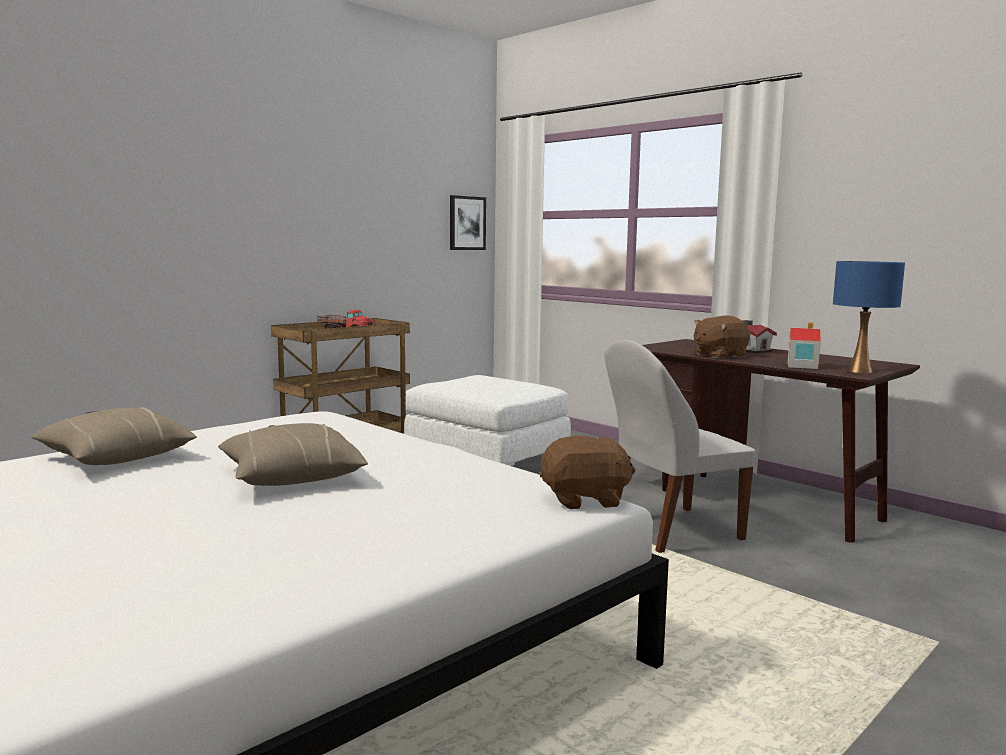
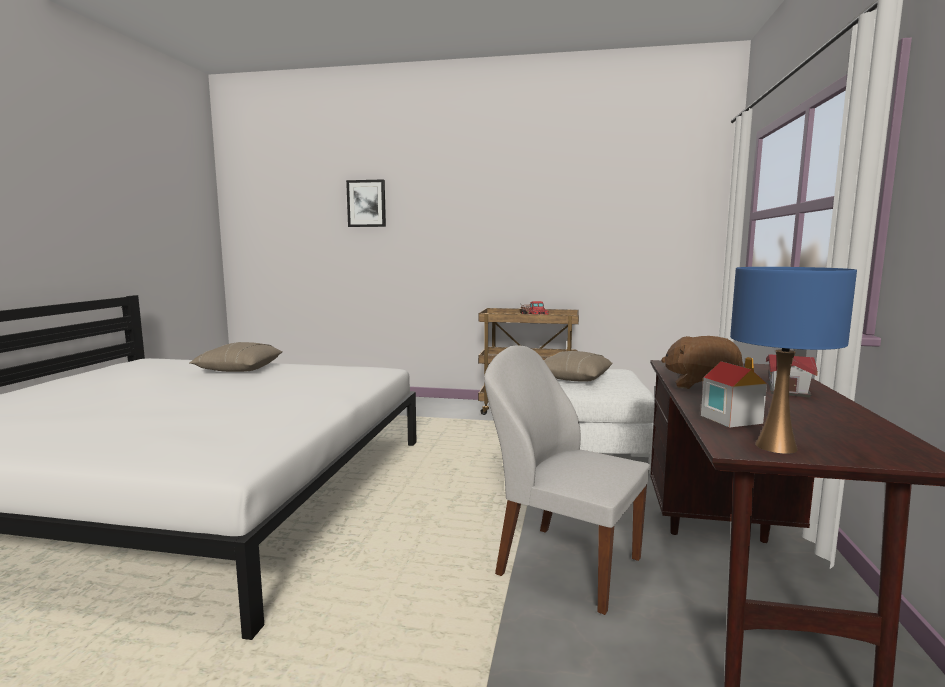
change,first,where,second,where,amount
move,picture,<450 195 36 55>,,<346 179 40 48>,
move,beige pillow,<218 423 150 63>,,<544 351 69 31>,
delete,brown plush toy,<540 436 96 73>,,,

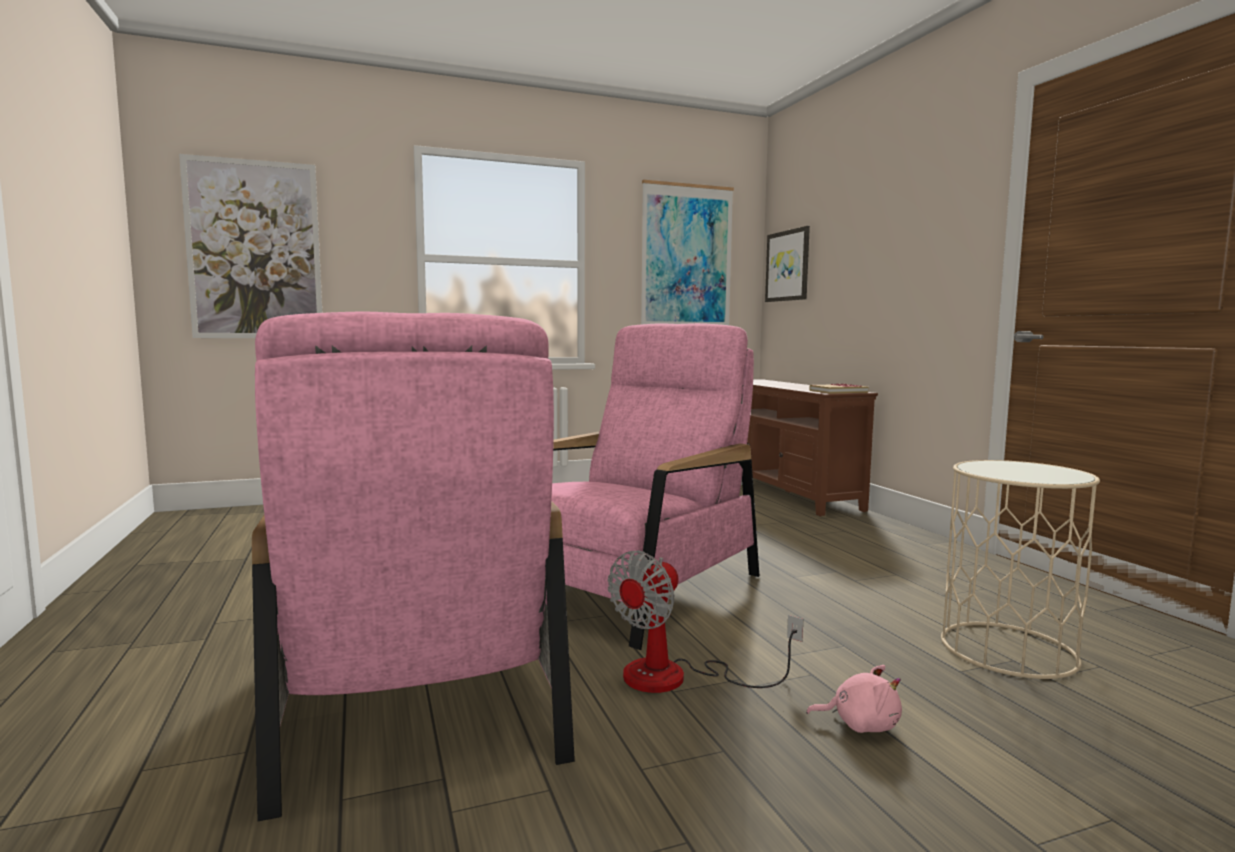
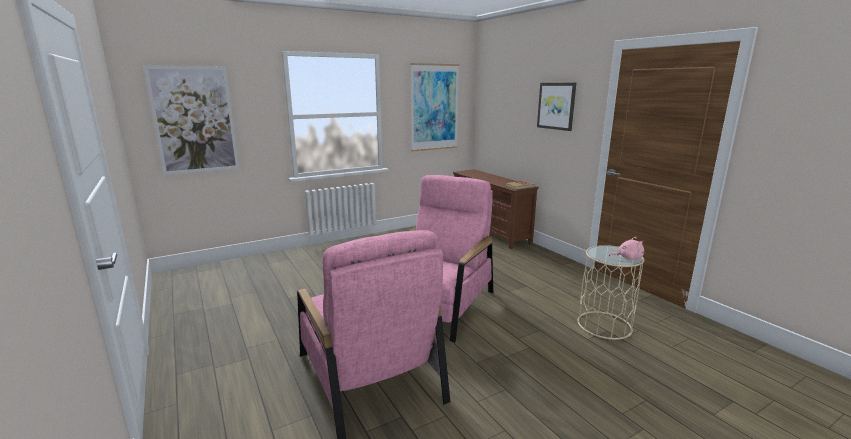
change,first,where,second,where,amount
move,picture,<765 226 45 76>,,<537 83 39 48>,
move,pink plush toy,<806 665 96 68>,,<609 237 35 23>,
delete,fan,<608 550 195 143>,,,

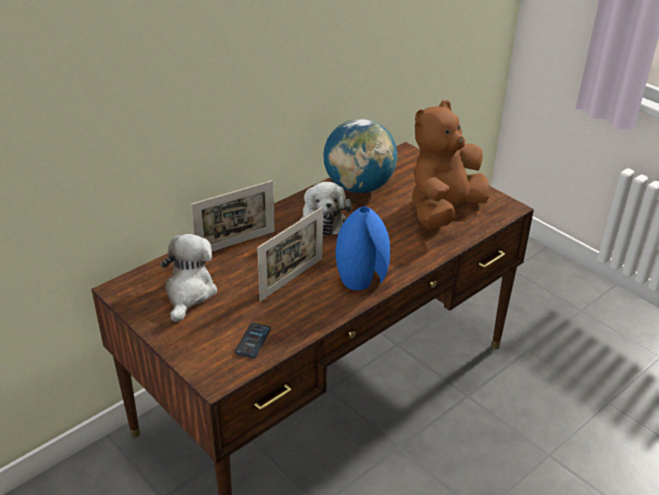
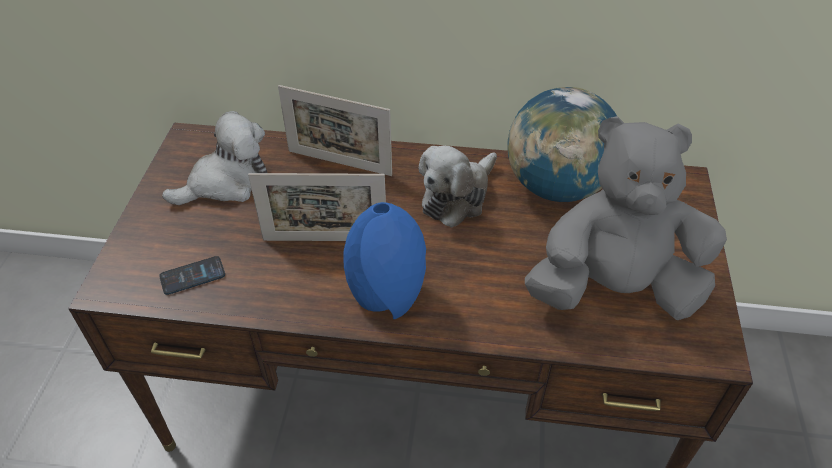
change,first,where,second,where,amount
recolor,brown plush toy,<412 100 78 129>,grey plush toy,<525 116 202 204>,

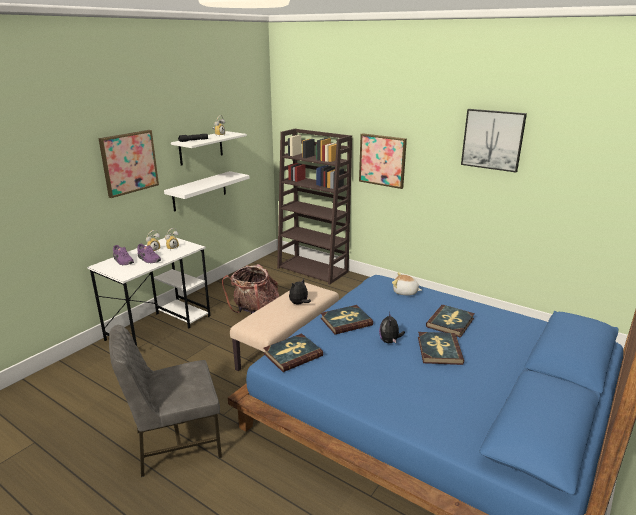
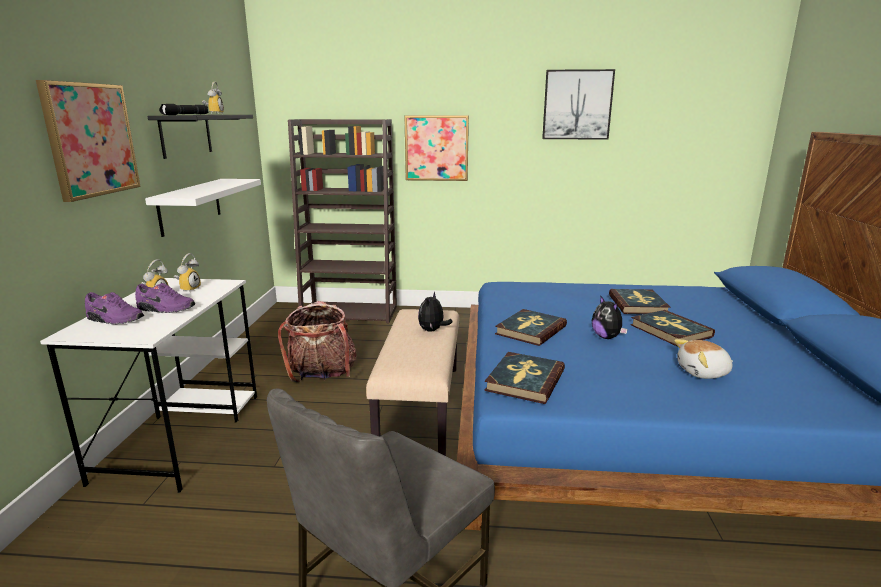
change,first,where,second,where,amount
recolor,white shelf,<171 131 76 35>,black shelf,<147 115 106 44>,
move,plush toy,<392 273 30 22>,,<674 339 59 40>,

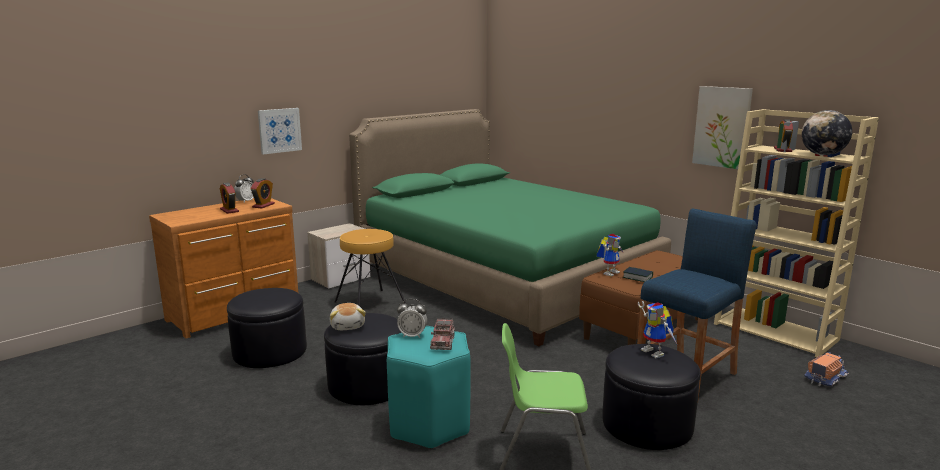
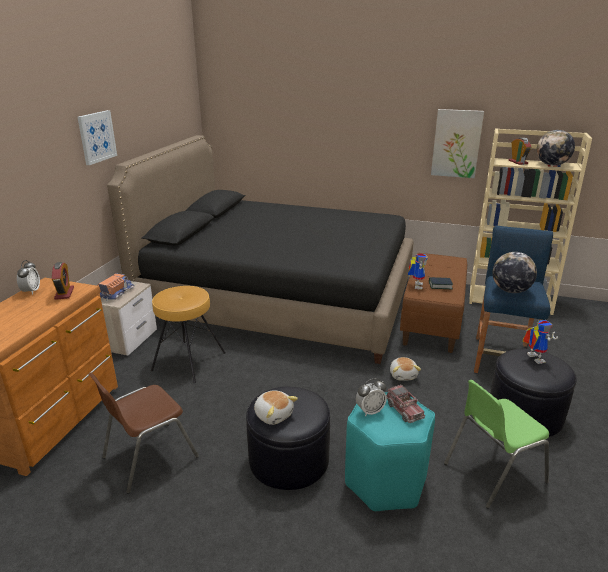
change,first,where,second,where,amount
move,picture,<258 108 44 46>,,<77 110 40 55>,
replace,black ottoman,<227 288 80 80>,brown chair,<88 373 111 121>,
move,toy truck,<804 352 45 35>,,<97 273 38 28>,
recolor,green bed,<349 109 322 237>,black bed,<107 135 307 229>,
insert,,,plush toy,<390 357 31 24>,
insert,,,globe,<493 252 44 41>,
rotate,toy robot,<638 301 39 57>,,<522 320 36 44>,135 degrees counterclockwise
delete,alarm clock,<220 183 19 31>,,,

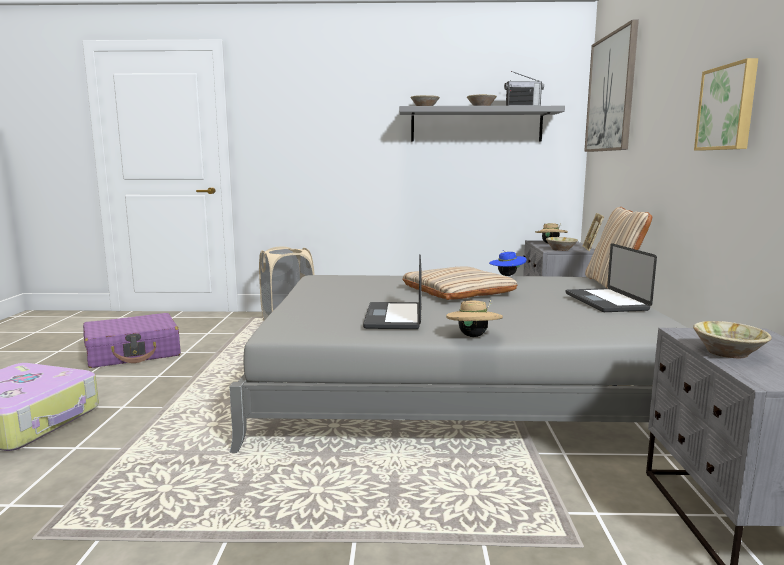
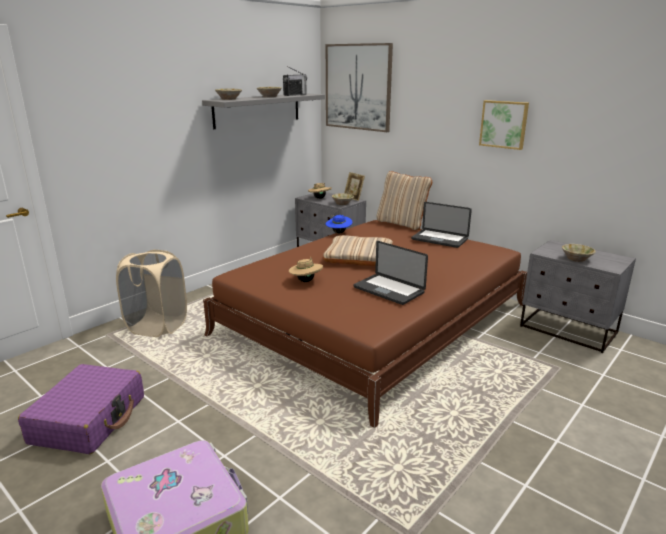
change,first,where,second,where,amount
recolor,grey bed,<229 275 458 178>,brown bed,<203 220 324 208>,
move,beige hat,<446 300 57 37>,,<289 258 34 24>,

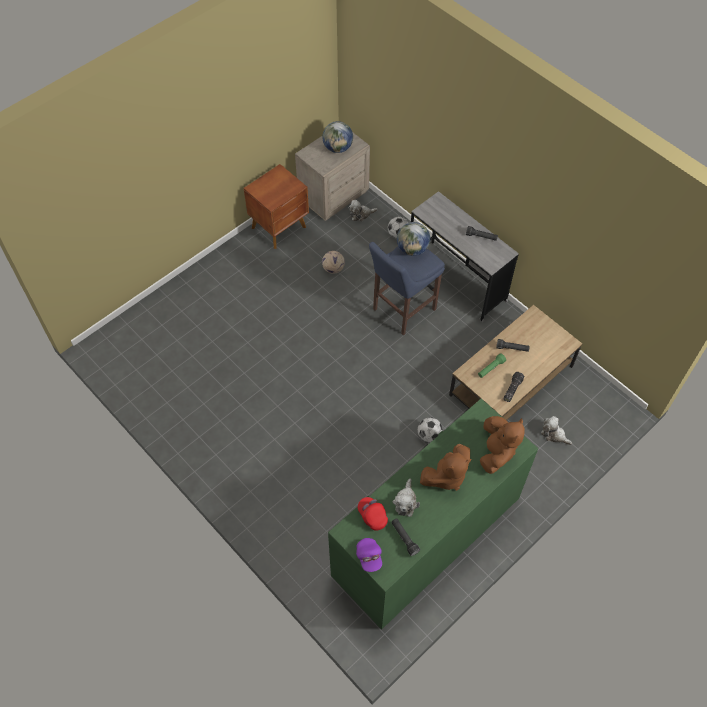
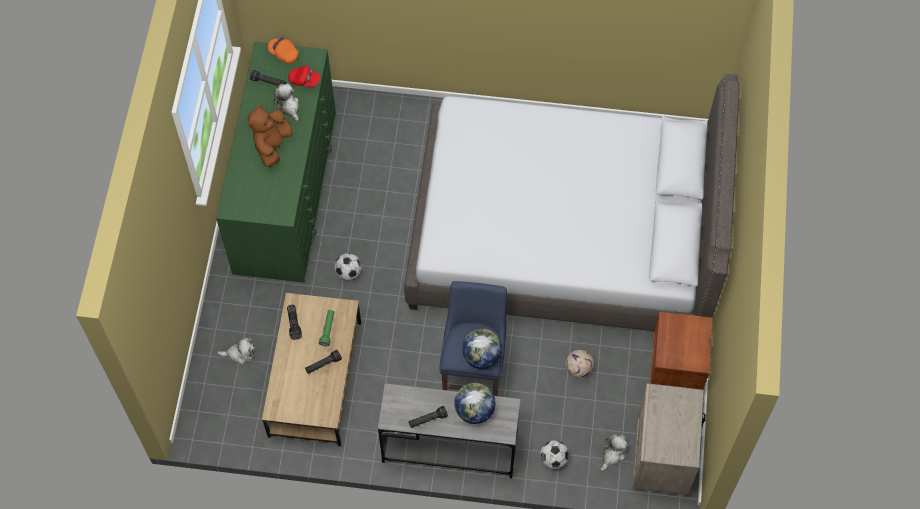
change,first,where,second,where,amount
recolor,purple cap,<356 538 26 34>,orange cap,<268 36 31 28>,
insert,,,grey bed,<404 74 336 257>,
move,globe,<322 121 31 32>,,<454 383 42 41>,
delete,brown plush toy,<480 416 45 58>,,,

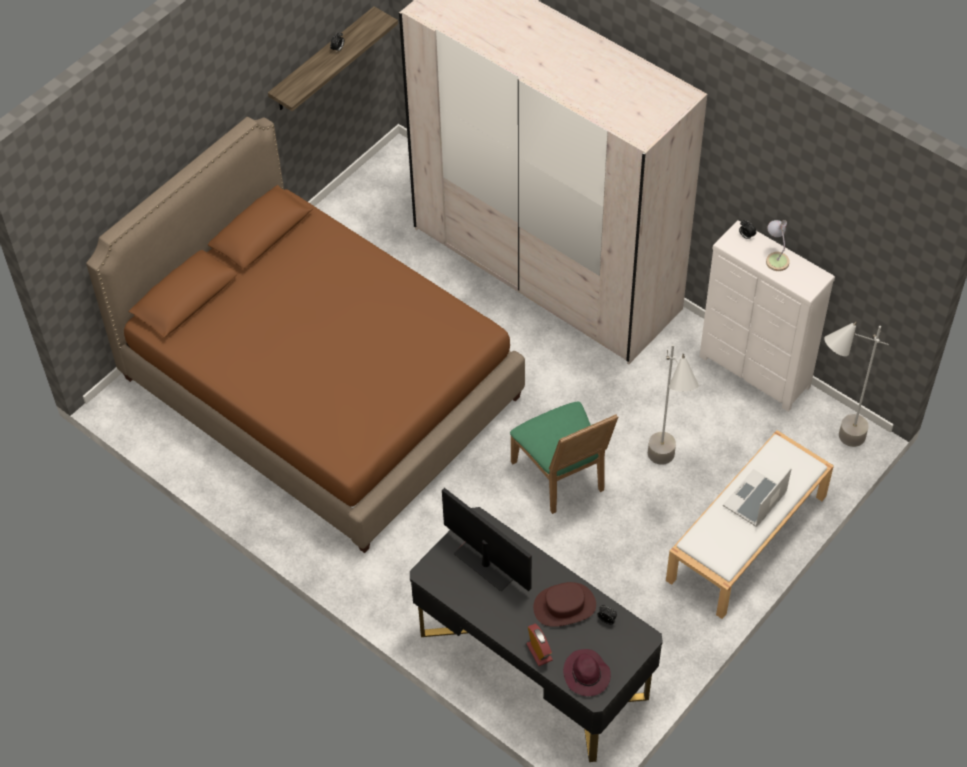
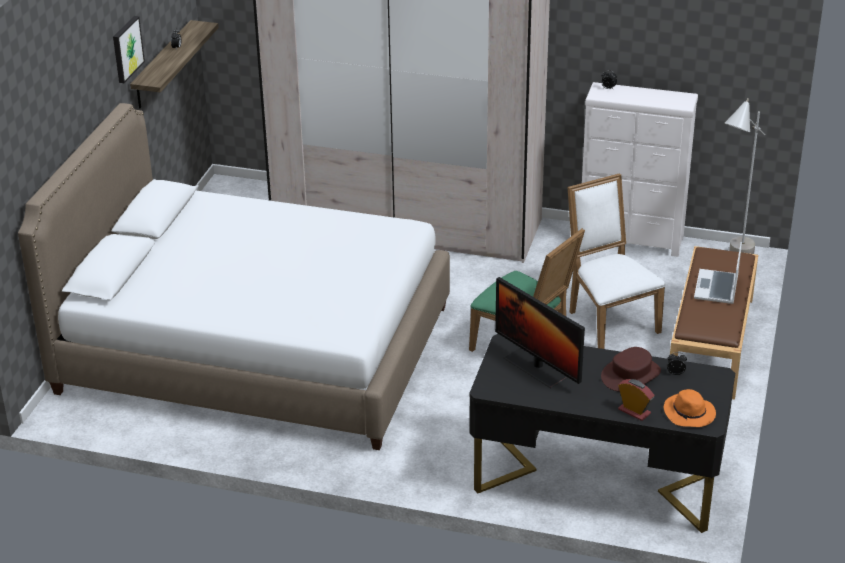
change,first,where,second,where,amount
recolor,brown bed,<86 117 439 436>,white bed,<18 103 432 347>,
insert,,,picture,<113 16 32 67>,
rotate,monitor,<442 488 90 103>,,<495 277 90 111>,150 degrees counterclockwise
replace,grey floor lamp,<648 344 51 121>,white chair,<567 173 99 176>,
recolor,purple hat,<563 649 48 47>,orange hat,<664 389 52 38>,
recolor,white bench,<666 430 168 189>,brown bench,<670 246 88 154>,
delete,table lamp,<766 220 24 51>,,,

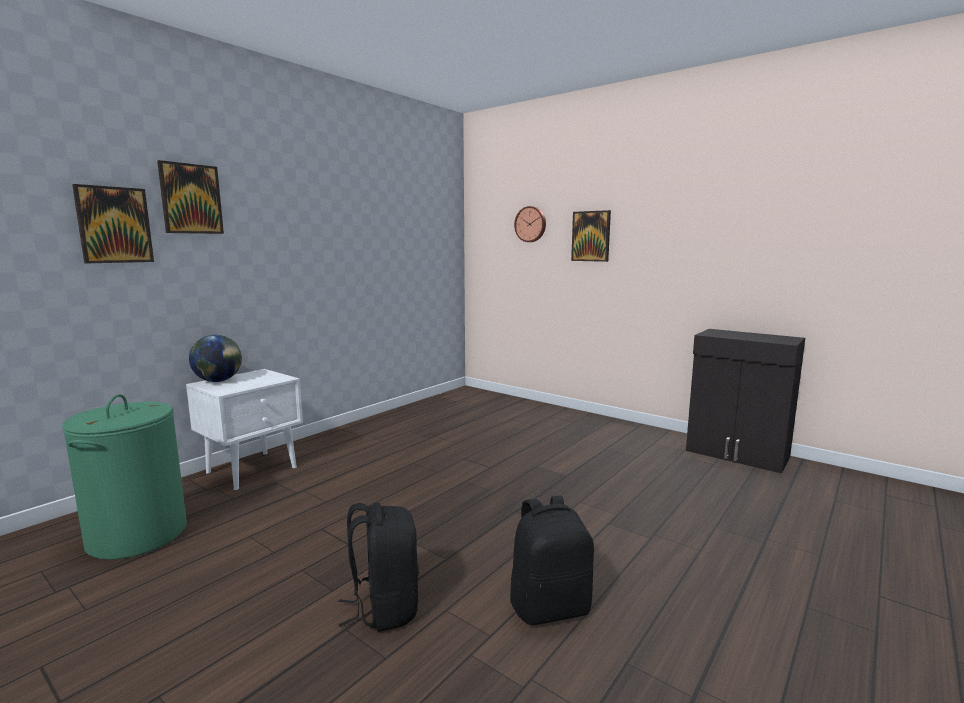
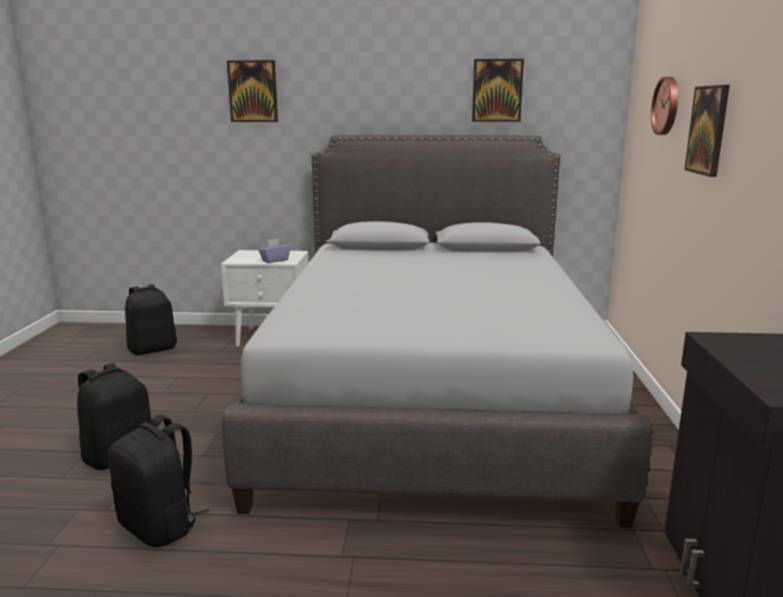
change,first,where,second,where,amount
replace,green laundry basket,<62 394 125 166>,black backpack,<125 284 52 71>,
insert,,,grey bed,<222 135 430 393>,
insert,,,purple tissue box,<259 238 31 25>,
move,picture,<72 184 82 79>,,<472 59 52 63>,
delete,globe,<189 335 53 47>,,,

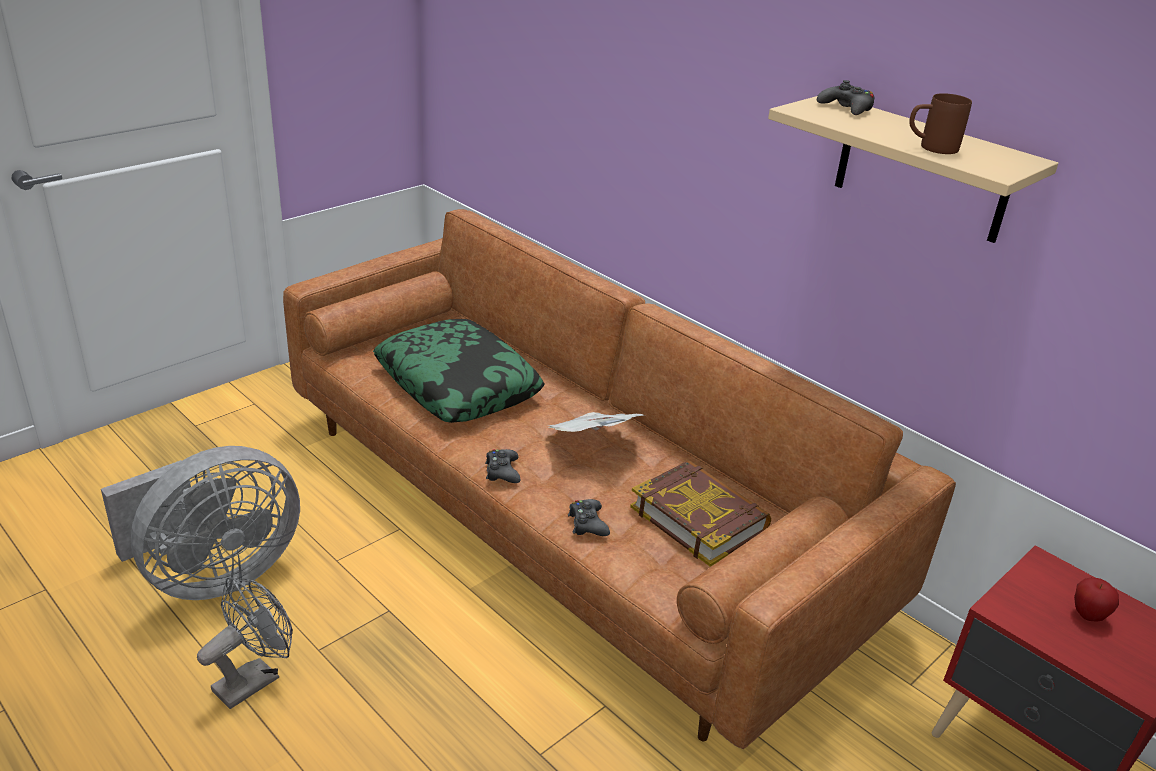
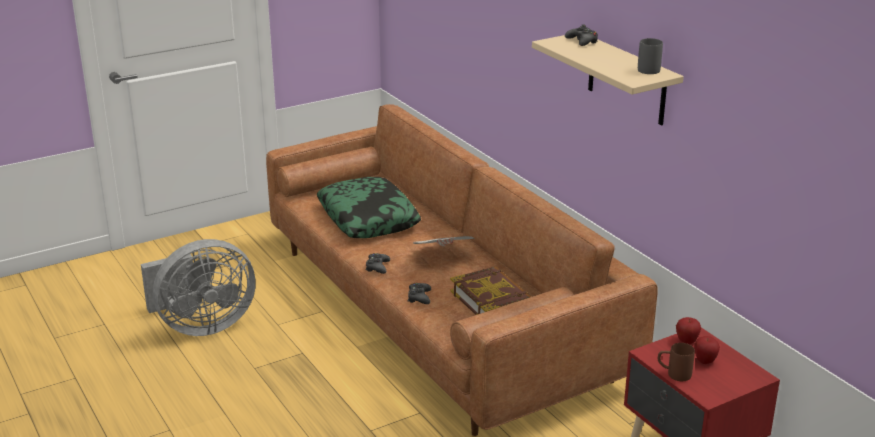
change,first,where,second,where,amount
insert,,,grey mug,<638 38 25 36>,
move,brown mug,<909 93 63 61>,,<658 343 37 38>,
insert,,,apple,<676 317 25 27>,
delete,grey fan,<197 577 96 132>,,,

